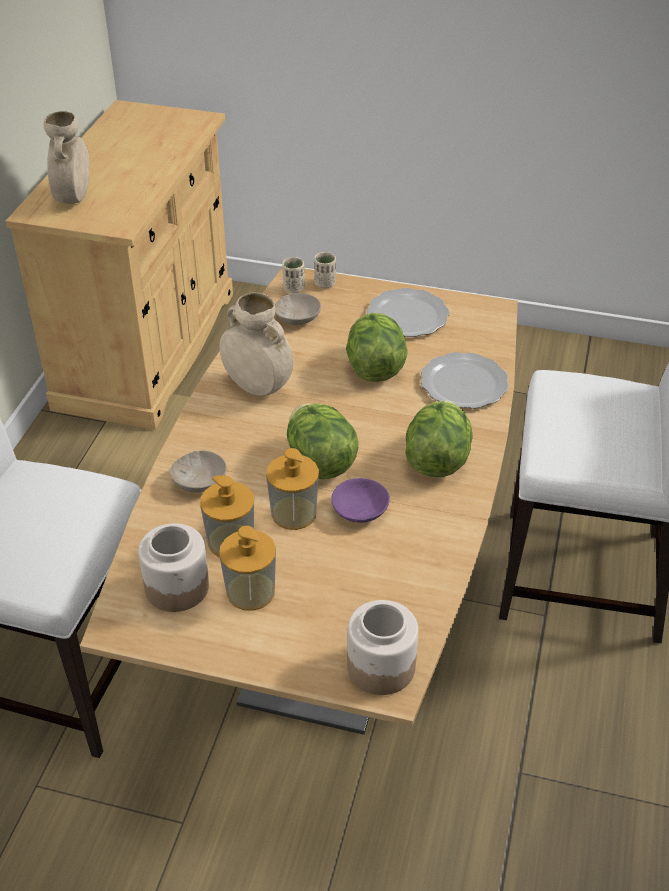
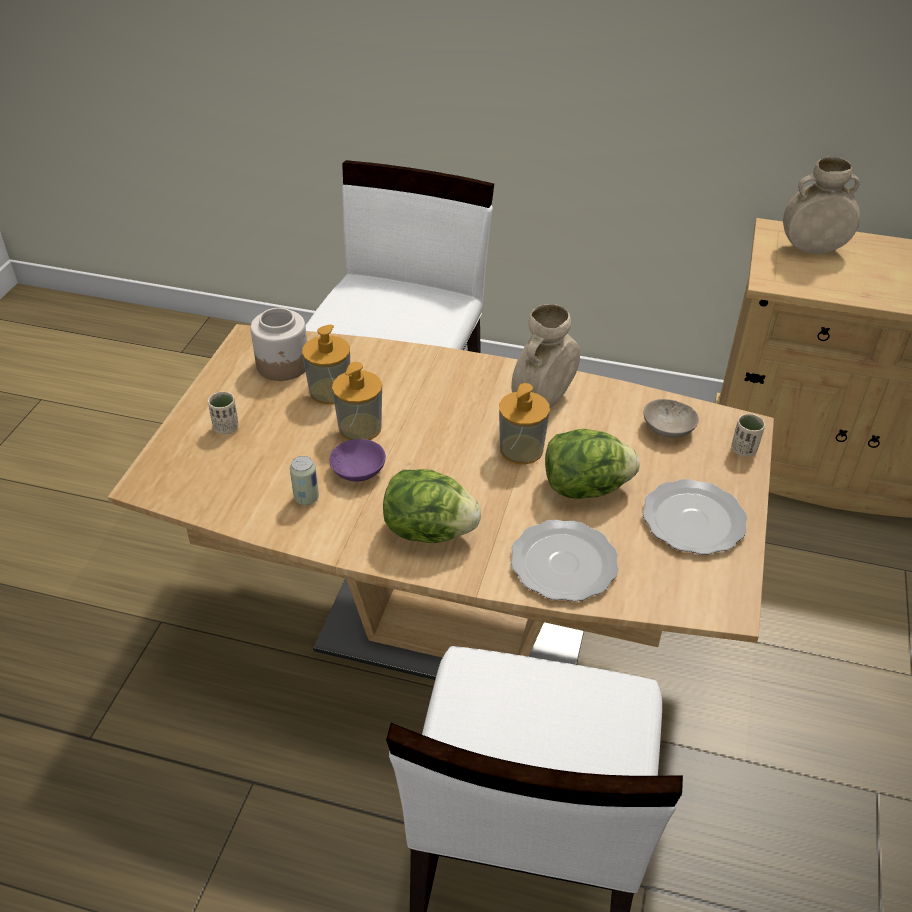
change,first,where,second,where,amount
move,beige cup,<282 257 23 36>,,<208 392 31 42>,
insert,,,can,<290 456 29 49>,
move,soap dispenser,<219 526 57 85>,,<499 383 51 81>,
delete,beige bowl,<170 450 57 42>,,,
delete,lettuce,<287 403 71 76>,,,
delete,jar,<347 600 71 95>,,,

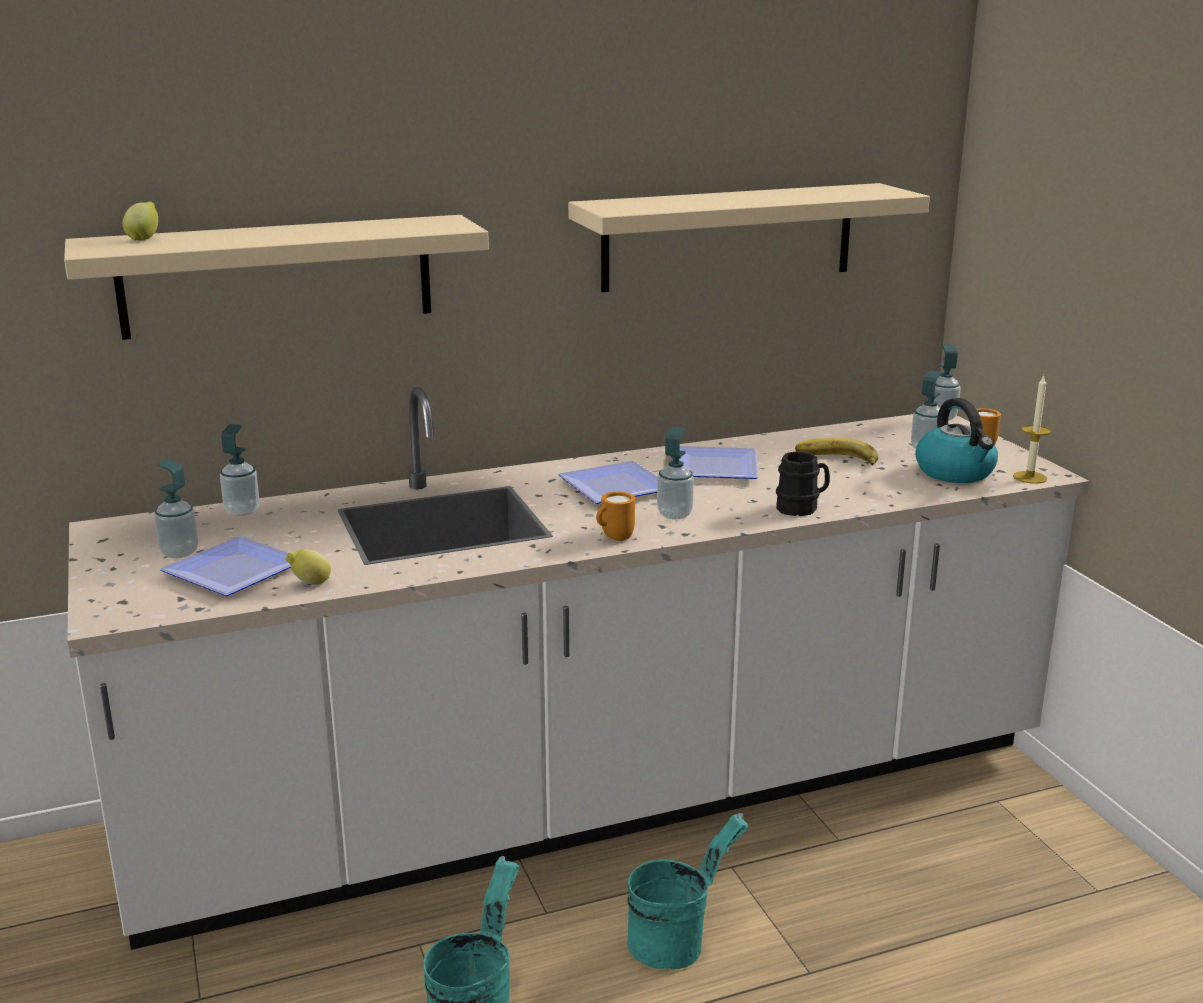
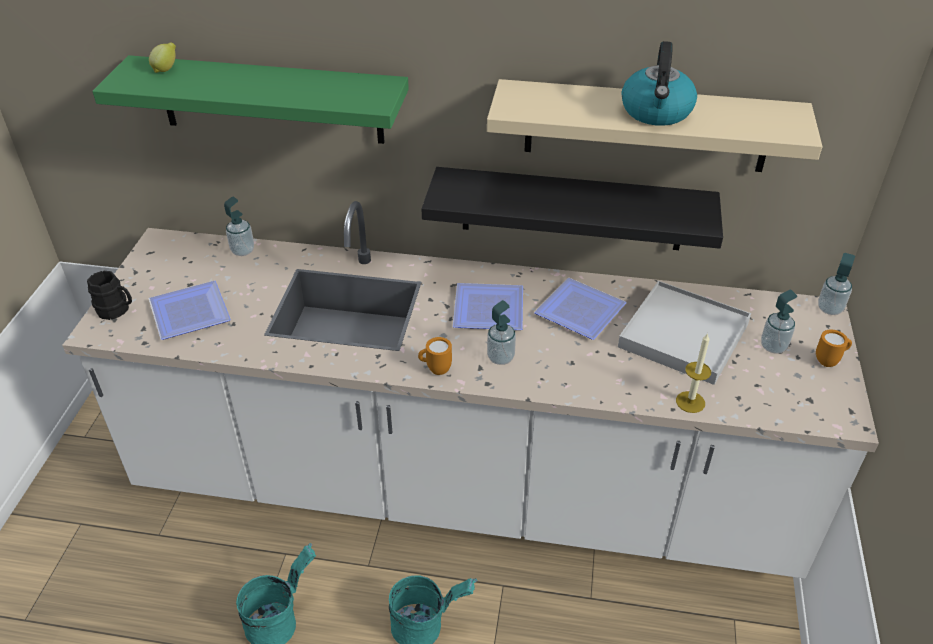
change,first,where,second,where,amount
move,black mug,<776 451 54 65>,,<87 271 45 49>,
recolor,beige shelf,<64 215 425 125>,green shelf,<92 55 317 89>,
insert,,,black shelf,<421 167 302 83>,
replace,banana,<795 438 84 28>,white tray,<618 281 133 104>,
move,kettle,<916 398 82 85>,,<621 41 76 85>,
move,candle,<1013 374 38 110>,,<676 333 35 80>,
delete,soap dispenser,<154 459 44 99>,,,
delete,lemon,<286 549 45 36>,,,

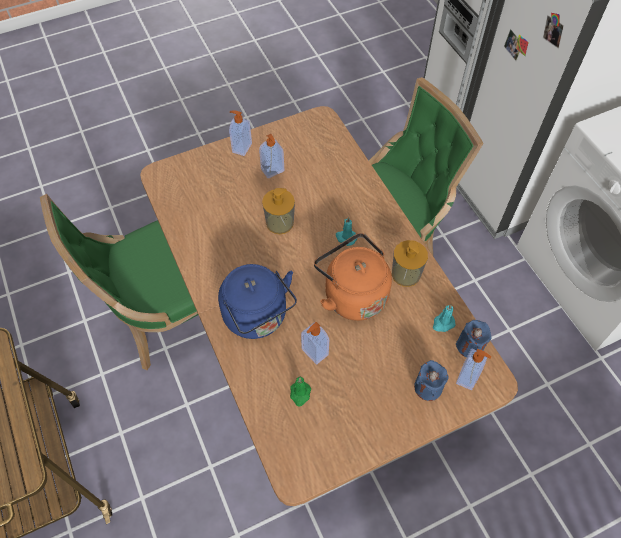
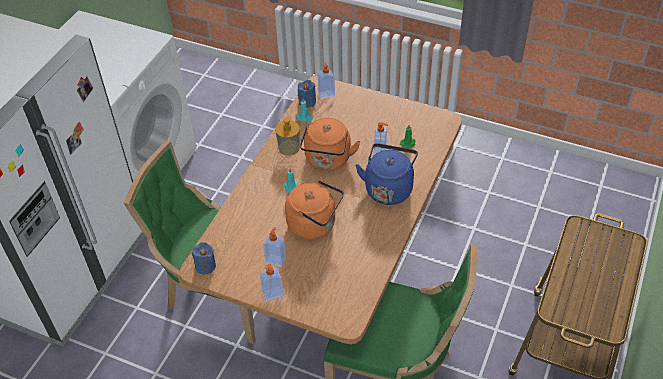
change,first,where,second,where,amount
move,blue candle,<414 360 35 41>,,<192 242 24 32>,
replace,soap dispenser,<262 188 33 46>,orange kettle,<285 180 59 60>,

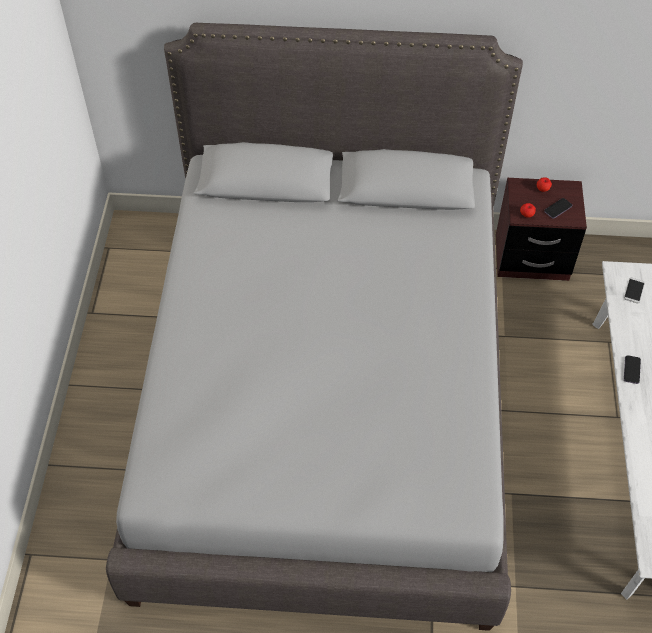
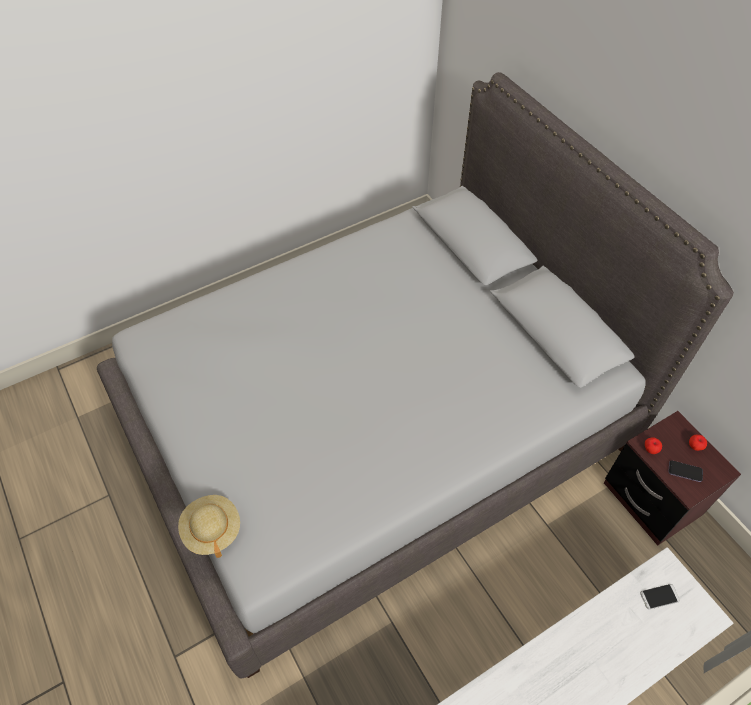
change,first,where,second,where,amount
insert,,,beige hat,<178 495 62 63>,
delete,phone,<624 355 17 29>,,,

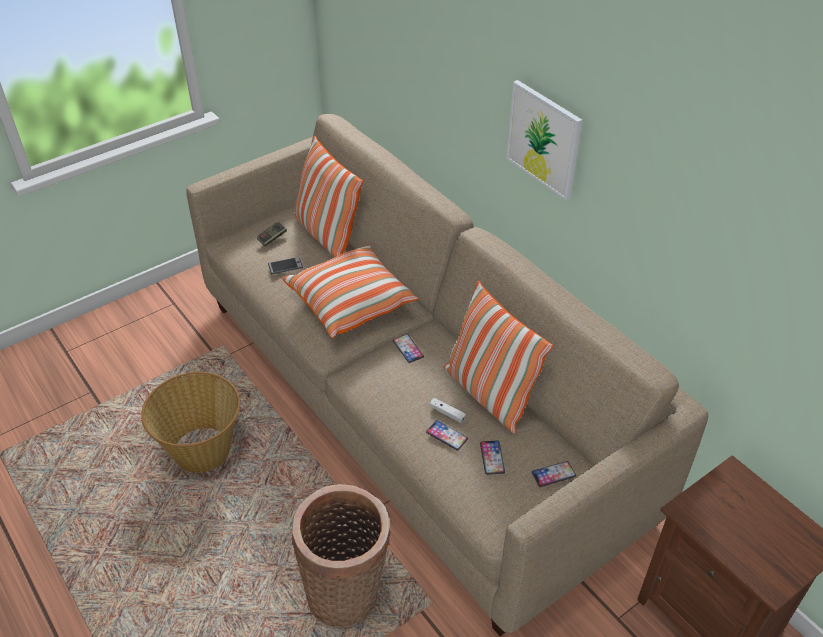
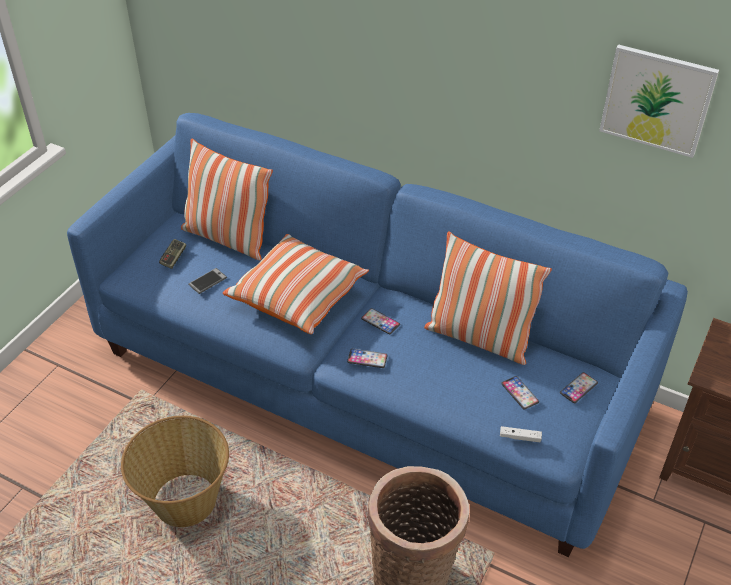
change,first,where,second,where,amount
recolor,beige sofa,<186 114 523 522>,blue sofa,<67 113 621 444>,
move,phone,<426 420 42 31>,,<347 349 41 19>,
move,white game controller,<429 398 37 25>,,<500 426 42 16>,
move,picture,<506 80 76 120>,,<599 44 120 114>,

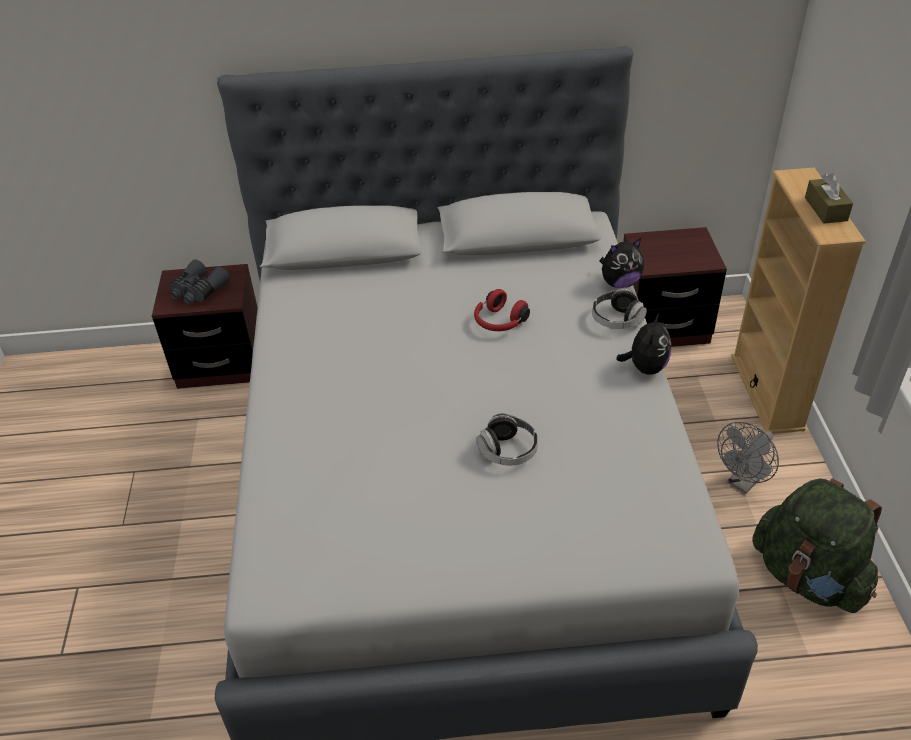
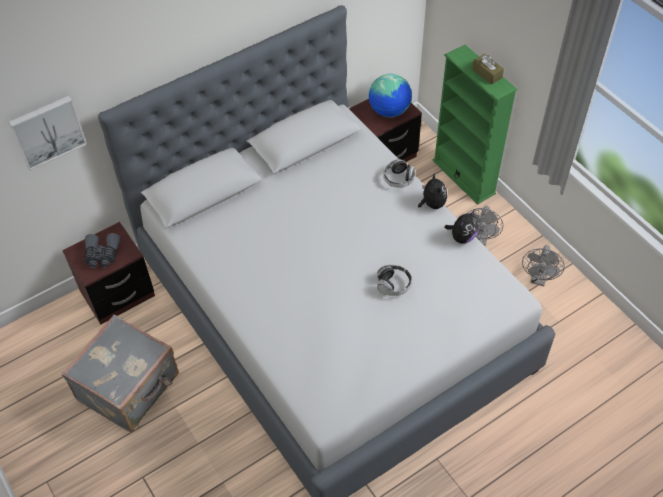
change,first,where,second,where,amount
insert,,,picture,<9 96 78 75>,
insert,,,grey suitcase,<61 315 118 117>,
insert,,,globe,<369 74 43 43>,
recolor,beige bookcase,<731 167 135 267>,green bookcase,<432 45 85 159>,
move,plush toy,<600 238 44 50>,,<445 210 33 34>,
replace,green backpack,<752 479 130 134>,grey fan,<522 245 43 41>,
delete,red headphones,<474 289 56 42>,,,

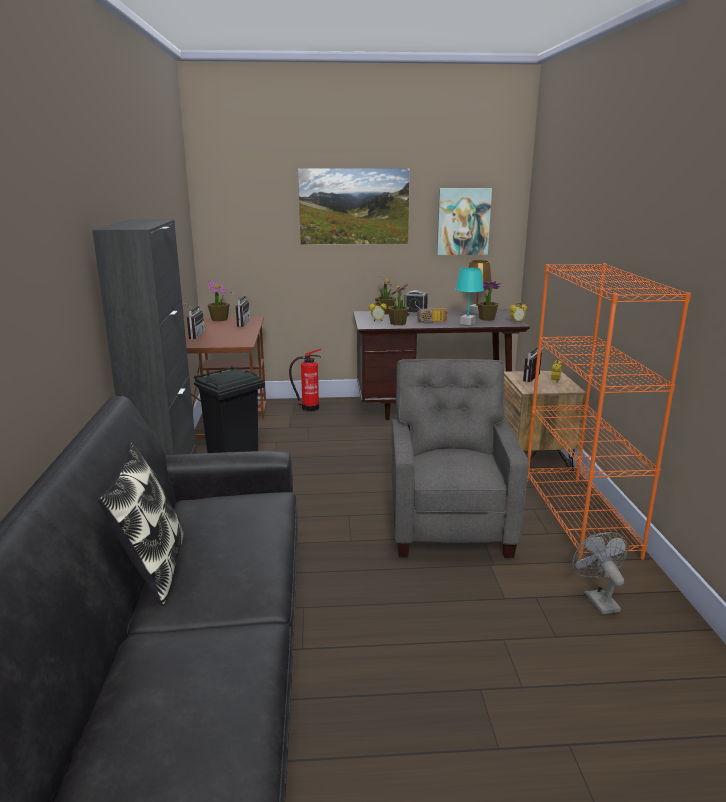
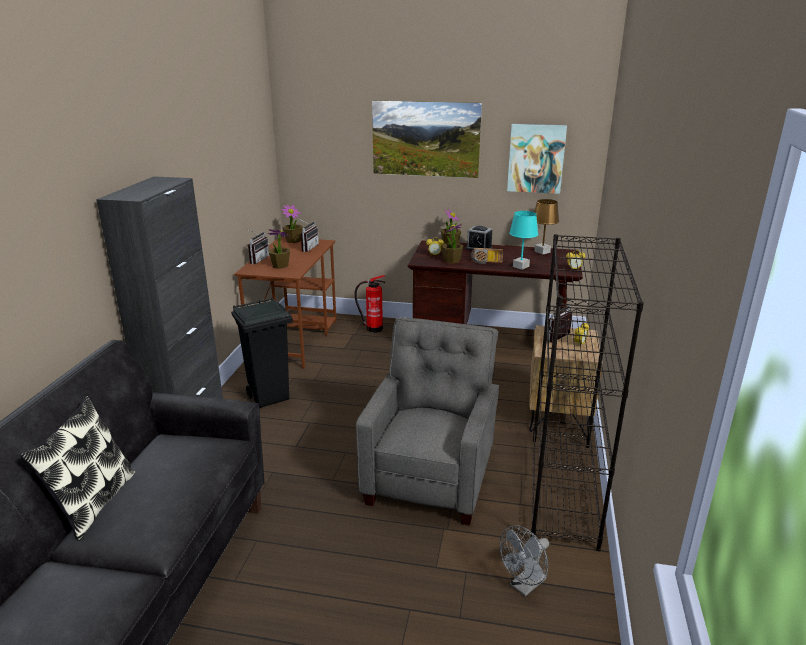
change,first,where,second,where,amount
move,potted plant,<477 281 24 40>,,<267 229 23 40>,
rotate,grey fan,<572 532 57 82>,,<500 525 49 71>,135 degrees counterclockwise
recolor,orange bookcase,<527 263 164 298>,black bookcase,<531 234 113 317>,

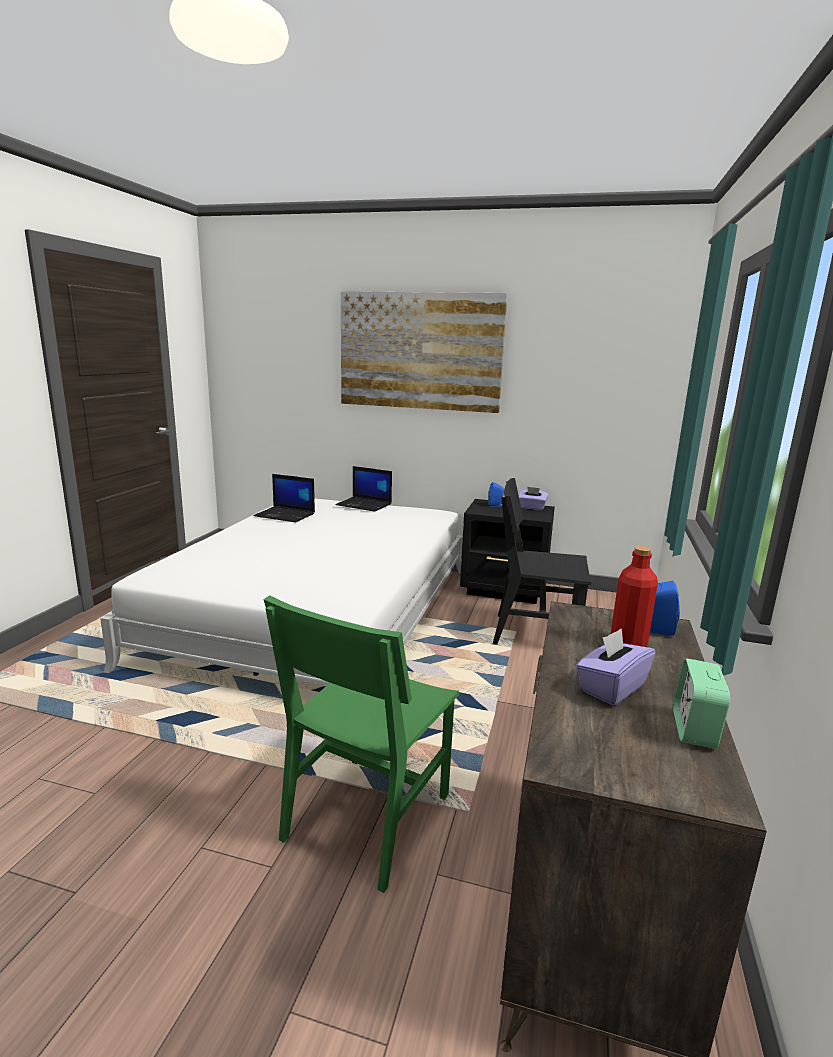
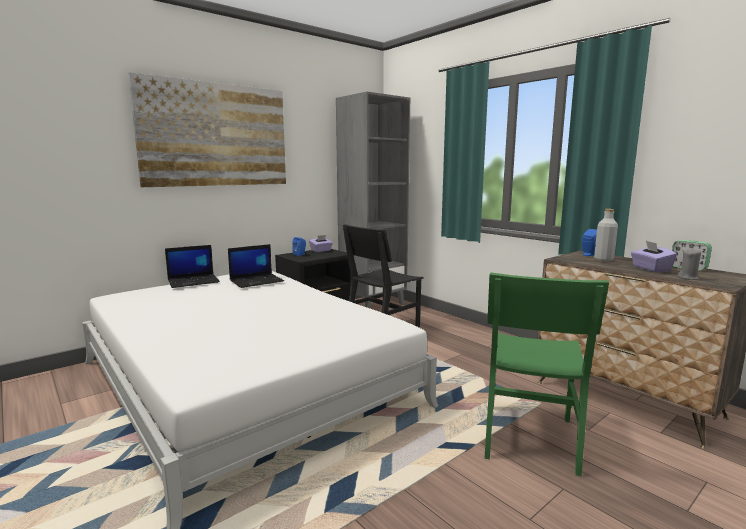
change,first,where,second,where,amount
move,laptop,<254 474 61 48>,,<228 244 56 44>,
insert,,,grey bookcase,<336 92 74 216>,
rotate,green chair,<263 595 196 298>,,<484 272 125 205>,45 degrees clockwise
recolor,red bottle,<611 546 47 101>,grey bottle,<594 209 24 53>,
insert,,,grey candle,<677 248 24 32>,

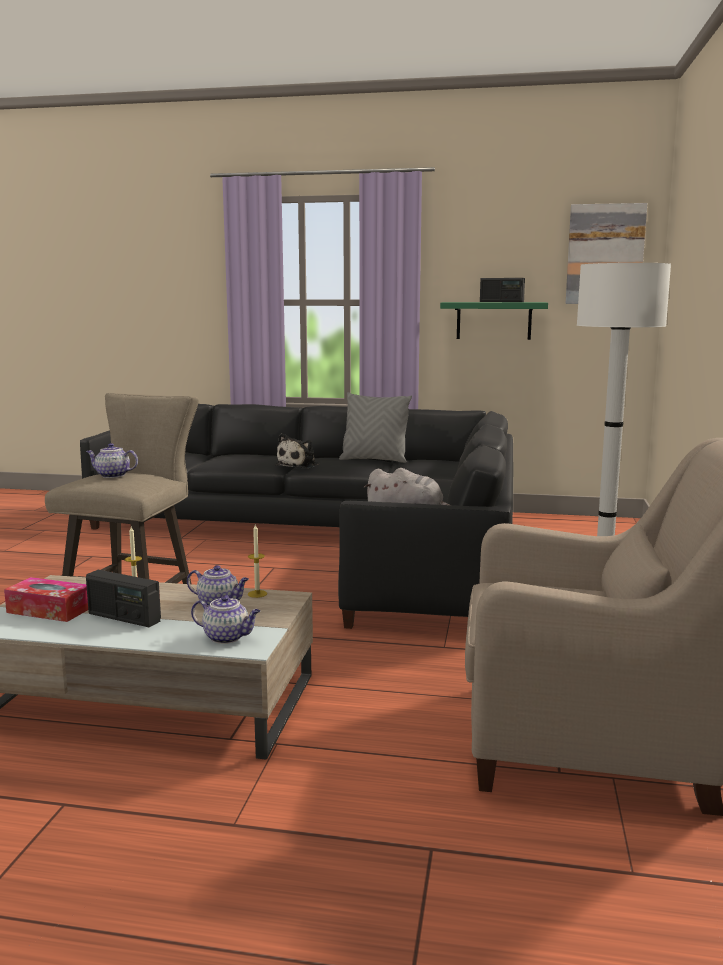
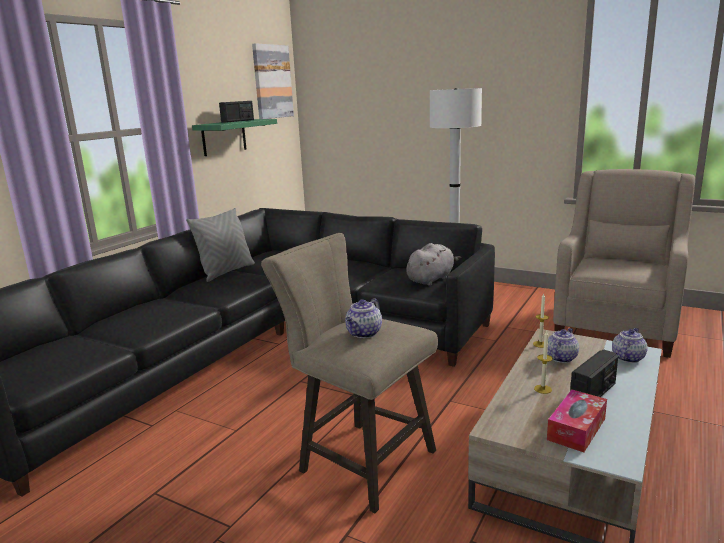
change,first,where,second,where,amount
delete,plush toy,<275 433 44 36>,,,

